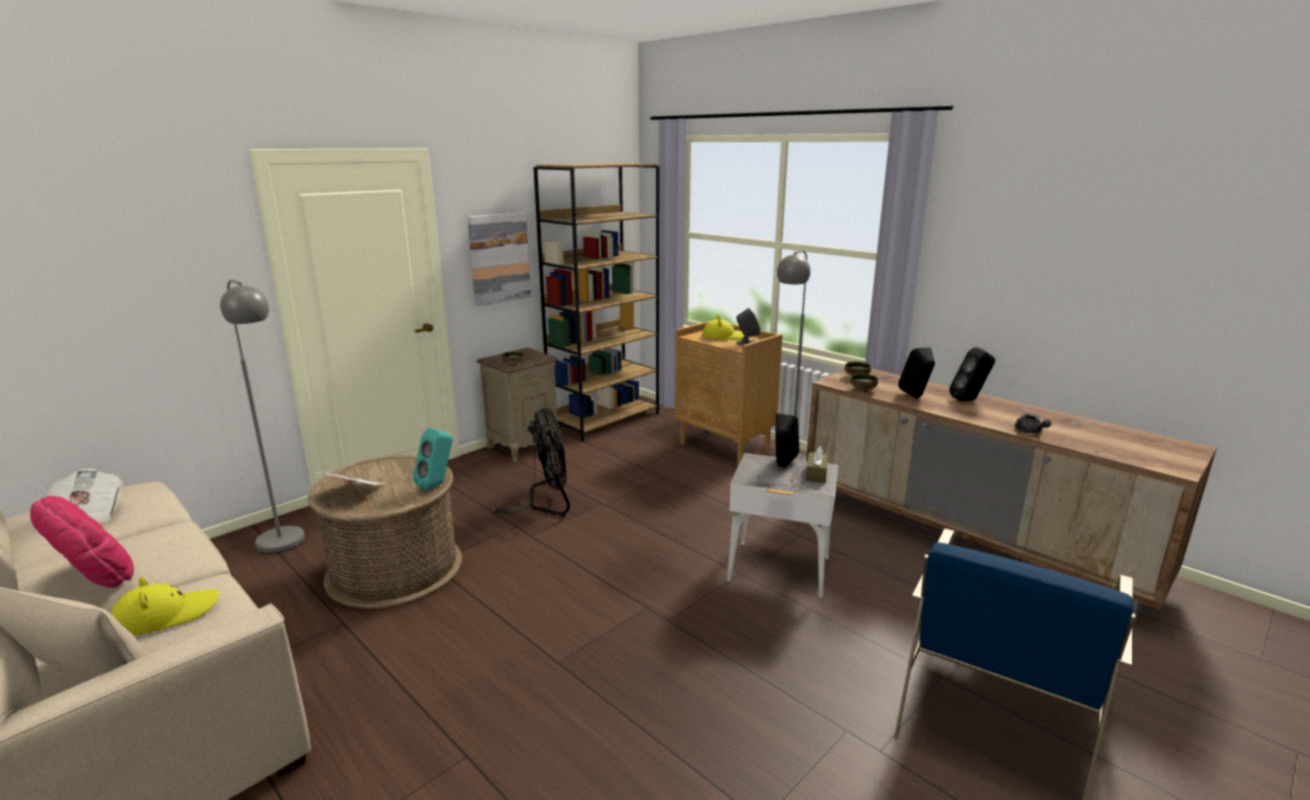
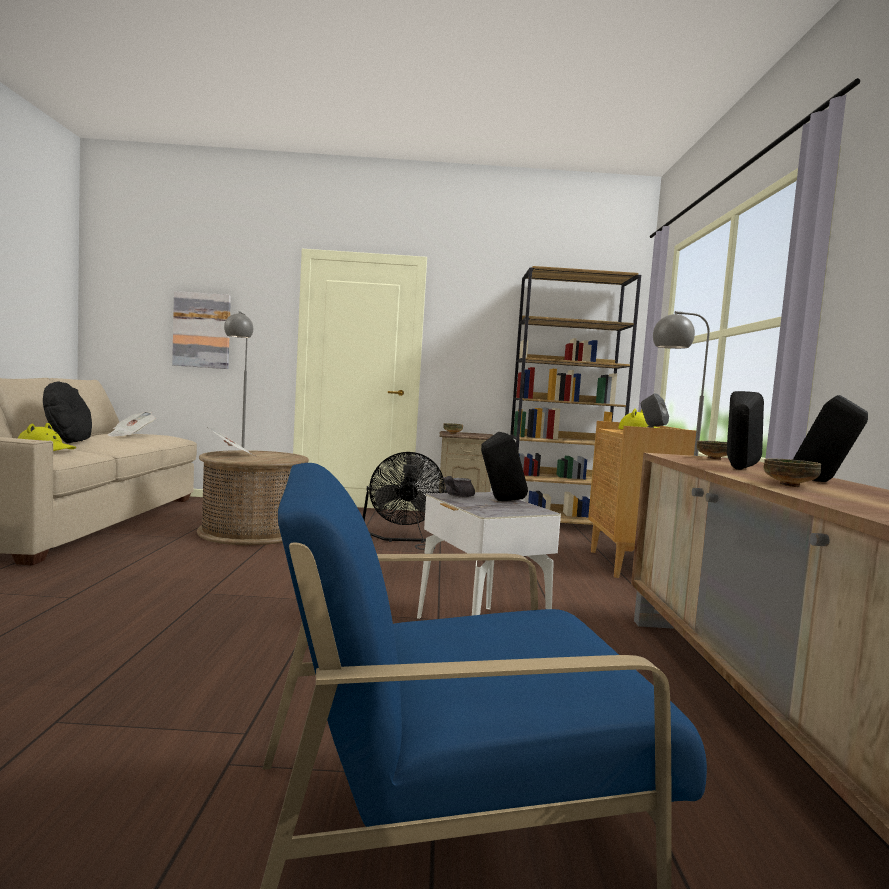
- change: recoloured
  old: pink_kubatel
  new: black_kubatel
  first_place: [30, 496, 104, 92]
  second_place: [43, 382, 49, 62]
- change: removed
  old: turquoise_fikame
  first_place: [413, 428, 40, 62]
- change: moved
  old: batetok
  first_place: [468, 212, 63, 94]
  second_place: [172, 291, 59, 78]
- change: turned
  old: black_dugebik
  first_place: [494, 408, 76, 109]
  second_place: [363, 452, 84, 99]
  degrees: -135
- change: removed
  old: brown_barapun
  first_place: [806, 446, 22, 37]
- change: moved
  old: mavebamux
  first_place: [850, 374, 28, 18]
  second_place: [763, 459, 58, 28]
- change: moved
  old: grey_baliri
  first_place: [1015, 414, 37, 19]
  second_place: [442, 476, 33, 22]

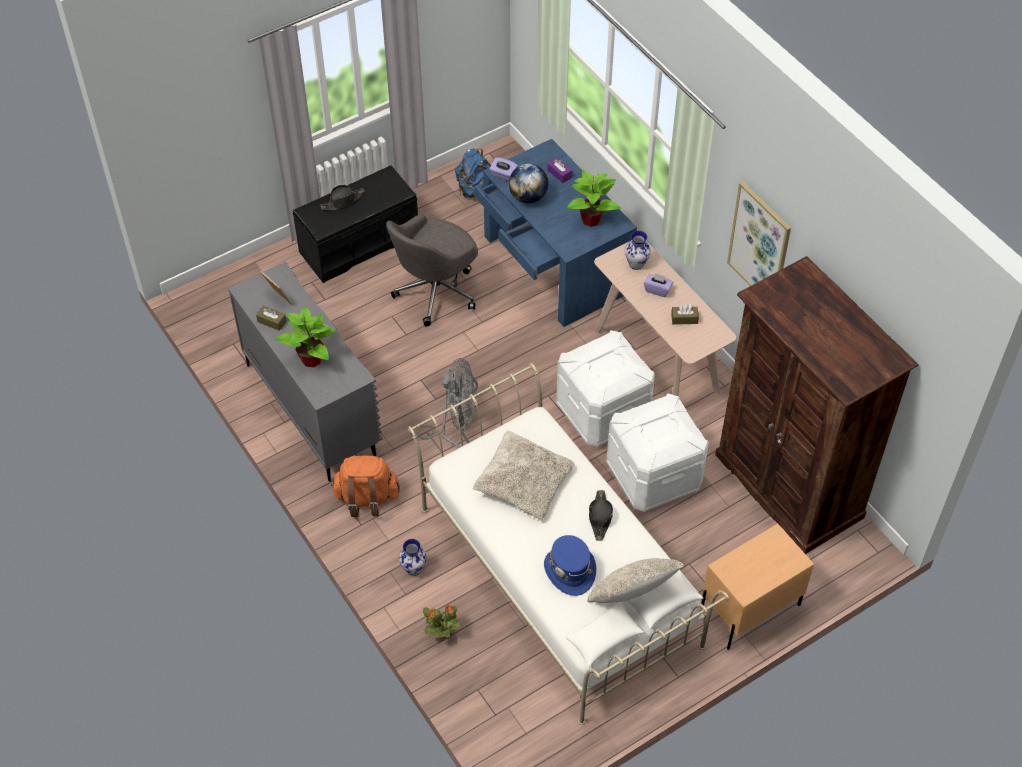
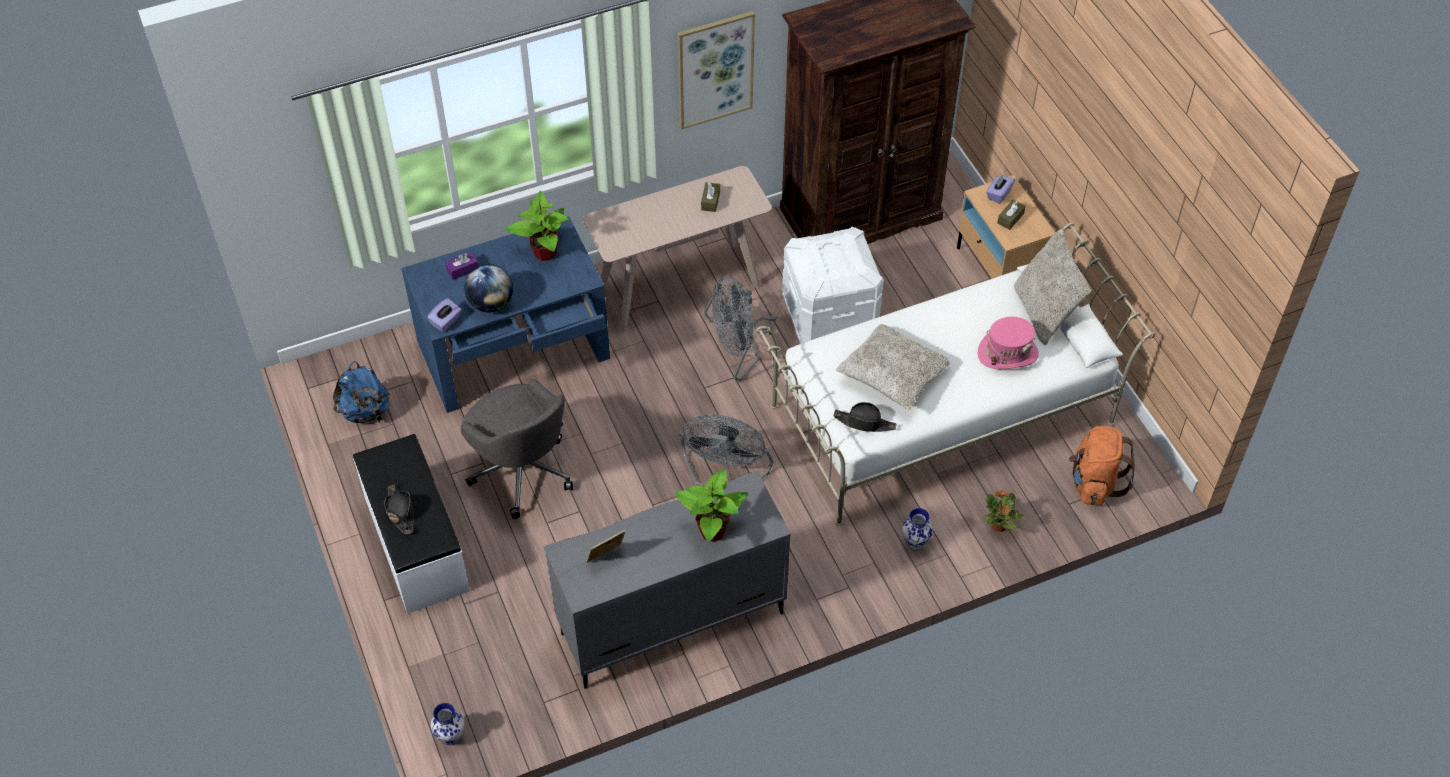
- change: moved
  old: brown_barapun
  first_place: [256, 305, 31, 26]
  second_place: [997, 199, 29, 31]
- change: recoloured
  old: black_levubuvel
  new: white_levubuvel
  first_place: [293, 165, 125, 118]
  second_place: [353, 434, 117, 180]
- change: moved
  old: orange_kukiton
  first_place: [331, 456, 69, 61]
  second_place: [1069, 426, 67, 79]
- change: recoloured
  old: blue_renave
  new: pink_renave
  first_place: [544, 535, 52, 61]
  second_place: [978, 317, 61, 52]
- change: replaced
  old: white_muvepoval
  new: grey_dugebik
  first_place: [556, 330, 99, 117]
  second_place: [704, 276, 73, 106]
- change: moved
  old: black_renave
  first_place: [589, 490, 24, 51]
  second_place: [834, 402, 62, 30]
- change: moved
  old: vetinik
  first_place: [625, 231, 26, 39]
  second_place: [430, 703, 34, 42]
- change: moved
  old: purple_barapun
  first_place: [644, 273, 29, 24]
  second_place: [986, 175, 29, 29]

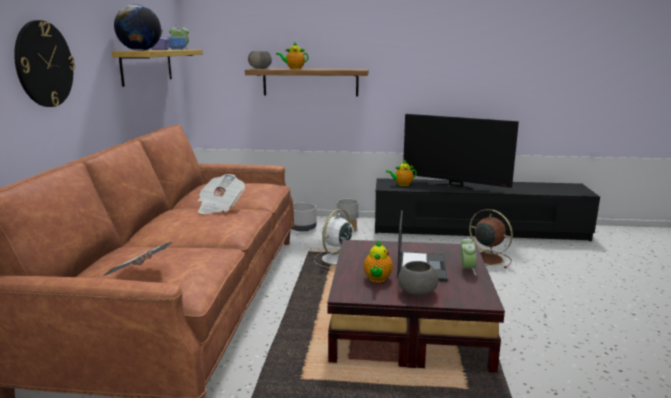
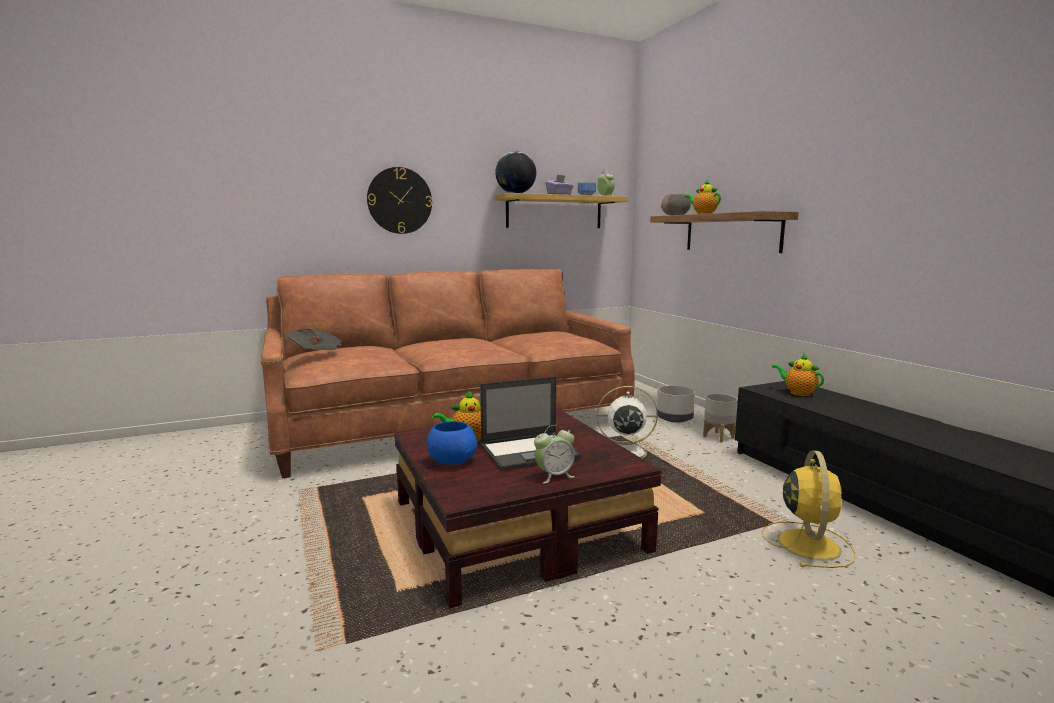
- change: removed
  old: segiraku
  first_place: [198, 174, 47, 40]
- change: recoloured
  old: grey_mavebamux
  new: blue_mavebamux
  first_place: [398, 261, 41, 35]
  second_place: [426, 421, 51, 43]
- change: removed
  old: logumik
  first_place: [403, 114, 116, 75]
- change: recoloured
  old: brown_dugebik
  new: yellow_dugebik
  first_place: [469, 209, 44, 59]
  second_place: [762, 451, 94, 117]

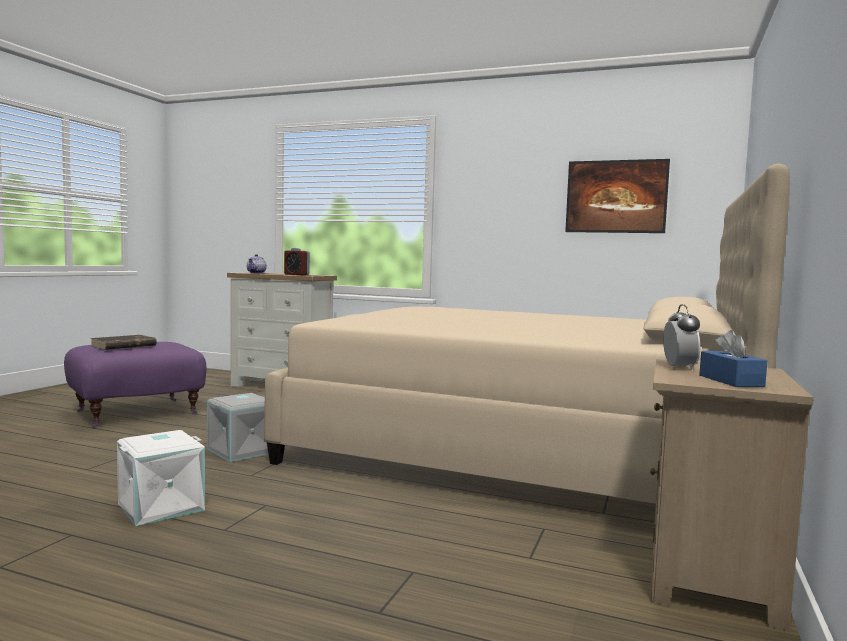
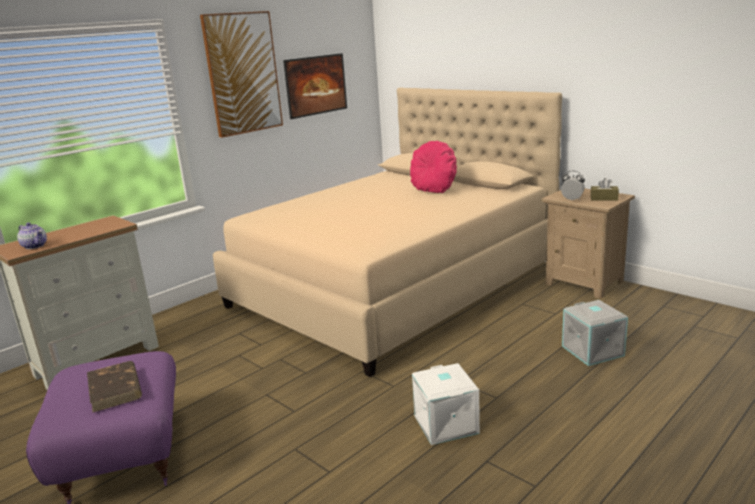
- change: moved
  old: grey_muvepoval
  first_place: [207, 393, 61, 69]
  second_place: [562, 300, 66, 66]
- change: removed
  old: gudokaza
  first_place: [284, 248, 26, 27]
- change: recoloured
  old: blue_barapun
  new: brown_barapun
  first_place: [699, 330, 68, 57]
  second_place: [591, 178, 28, 23]
- change: added
  new: batetok
  second_place: [200, 11, 83, 127]
- change: added
  new: pink_kubatel
  second_place: [410, 141, 47, 52]

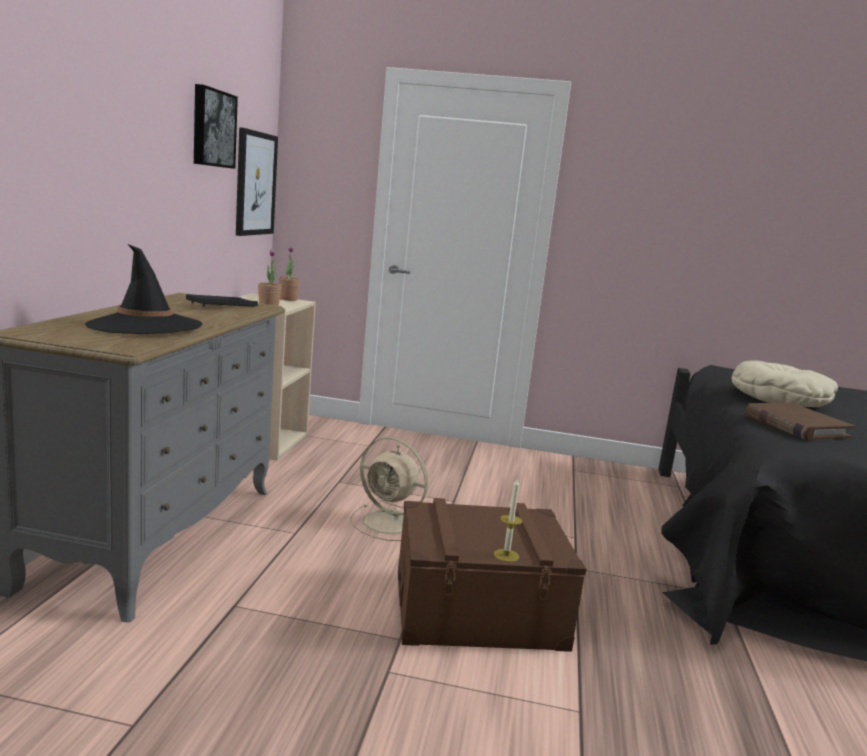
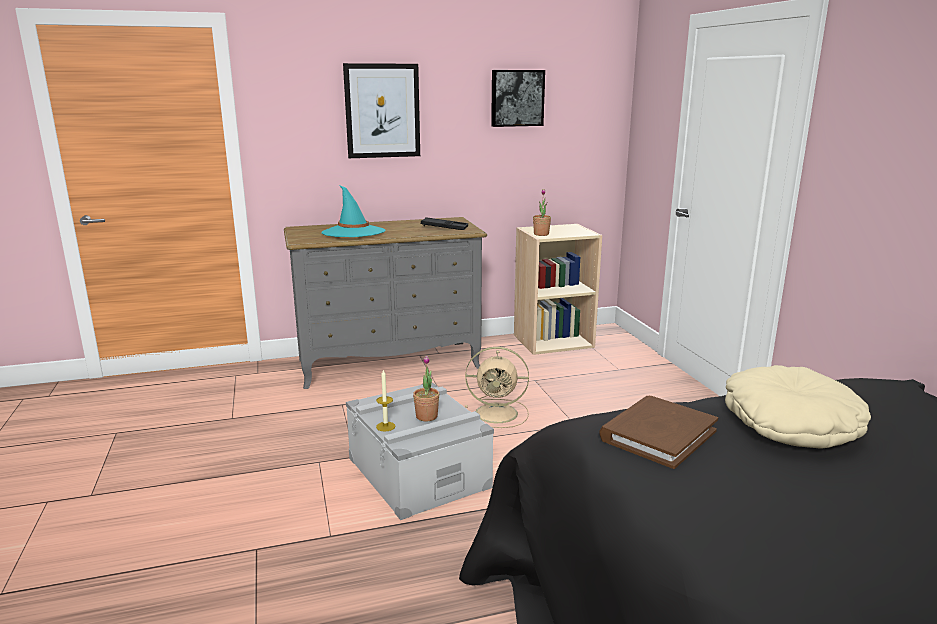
- change: recoloured
  old: black_renave
  new: turquoise_renave
  first_place: [85, 244, 118, 90]
  second_place: [321, 185, 64, 52]
- change: moved
  old: batetok
  first_place: [236, 127, 42, 109]
  second_place: [343, 63, 77, 95]
- change: moved
  old: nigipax
  first_place: [279, 246, 21, 55]
  second_place: [413, 356, 26, 65]
- change: turned
  old: beige_dugebik
  first_place: [350, 437, 78, 104]
  second_place: [465, 347, 64, 81]
  degrees: -90
- change: recoloured
  old: brown_muvepoval
  new: grey_muvepoval
  first_place: [398, 498, 188, 154]
  second_place: [346, 382, 148, 138]

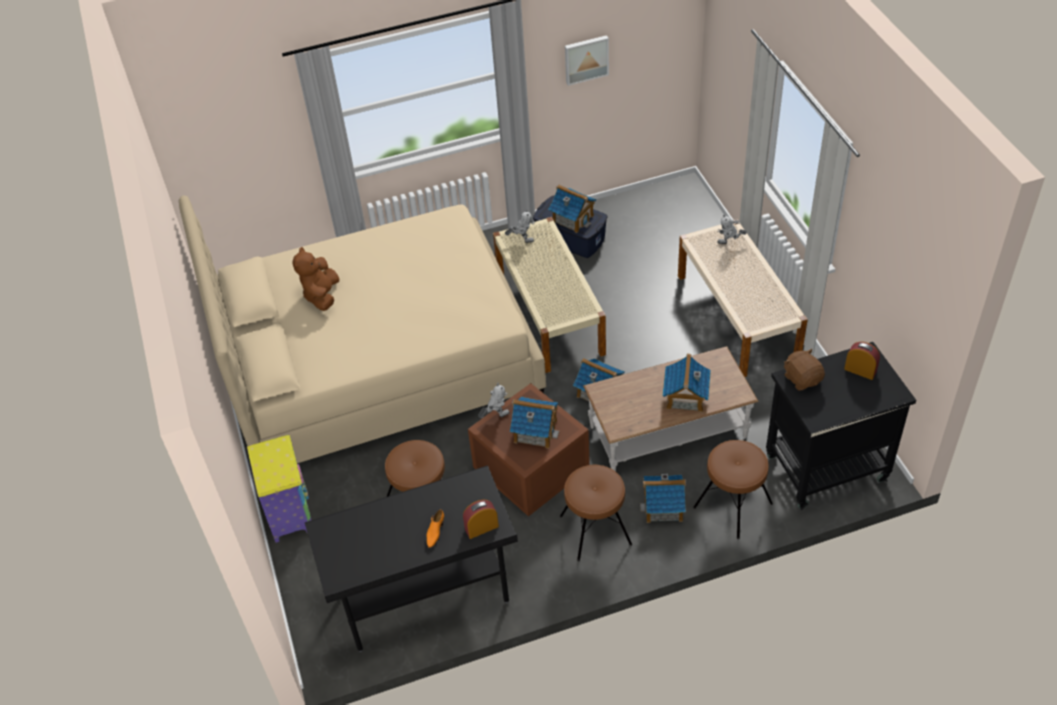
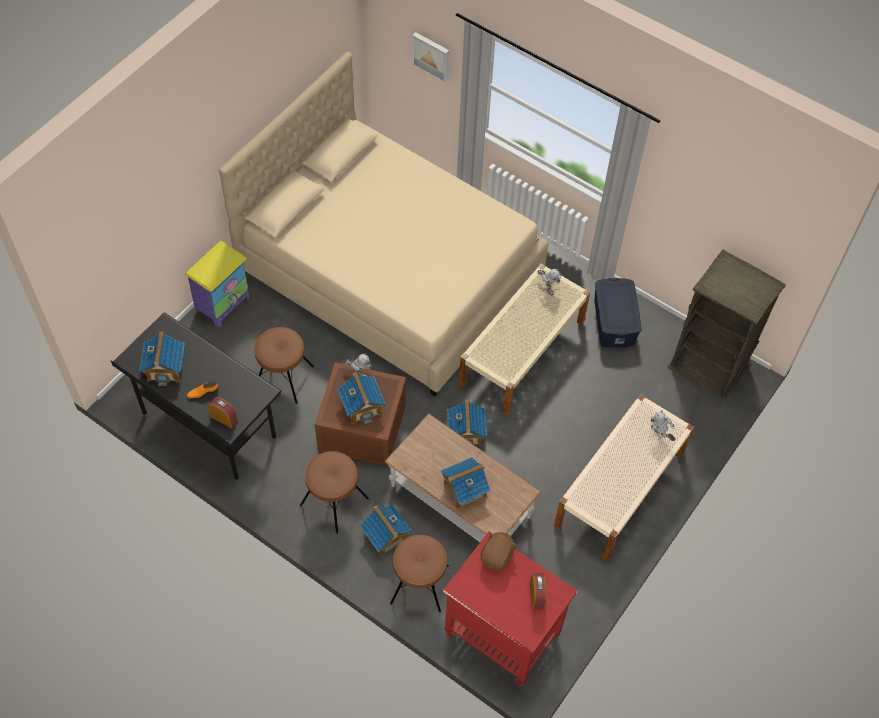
- change: removed
  old: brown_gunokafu
  first_place: [292, 247, 48, 64]
- change: moved
  old: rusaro
  first_place: [548, 184, 48, 49]
  second_place: [139, 331, 46, 55]
- change: moved
  old: batetok
  first_place: [565, 35, 44, 51]
  second_place: [412, 32, 37, 51]
- change: recoloured
  old: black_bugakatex
  new: red_bugakatex
  first_place: [766, 342, 150, 168]
  second_place: [443, 532, 134, 156]
- change: added
  new: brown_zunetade
  second_place: [668, 249, 118, 151]

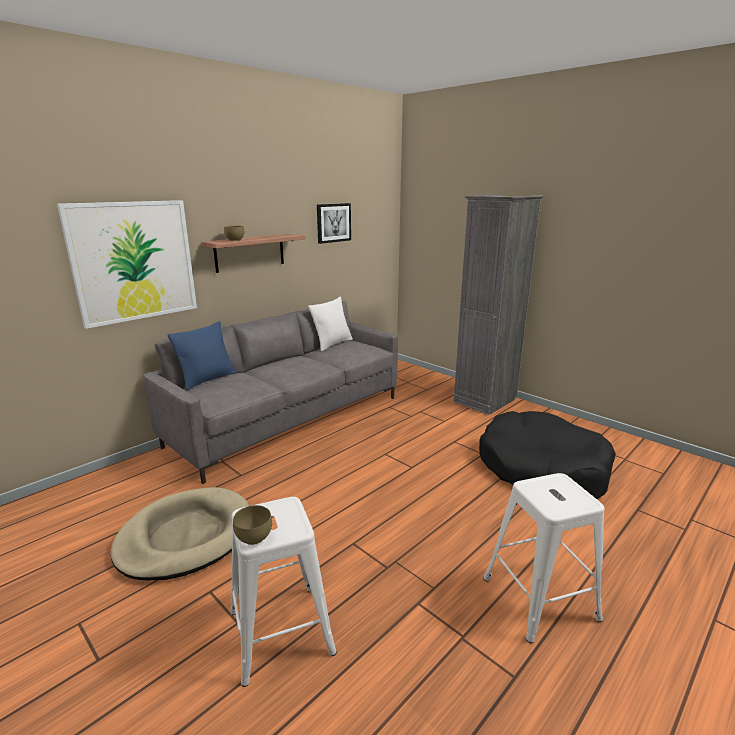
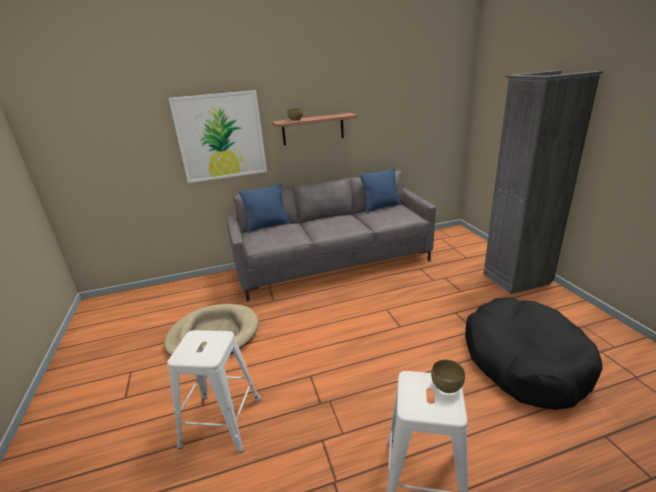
- change: moved
  old: brown_mavebamux
  first_place: [233, 505, 39, 40]
  second_place: [431, 360, 34, 33]
- change: recoloured
  old: white_kubatel
  new: blue_kubatel
  first_place: [308, 297, 45, 54]
  second_place: [360, 167, 41, 46]
- change: removed
  old: batetok
  first_place: [317, 203, 34, 41]

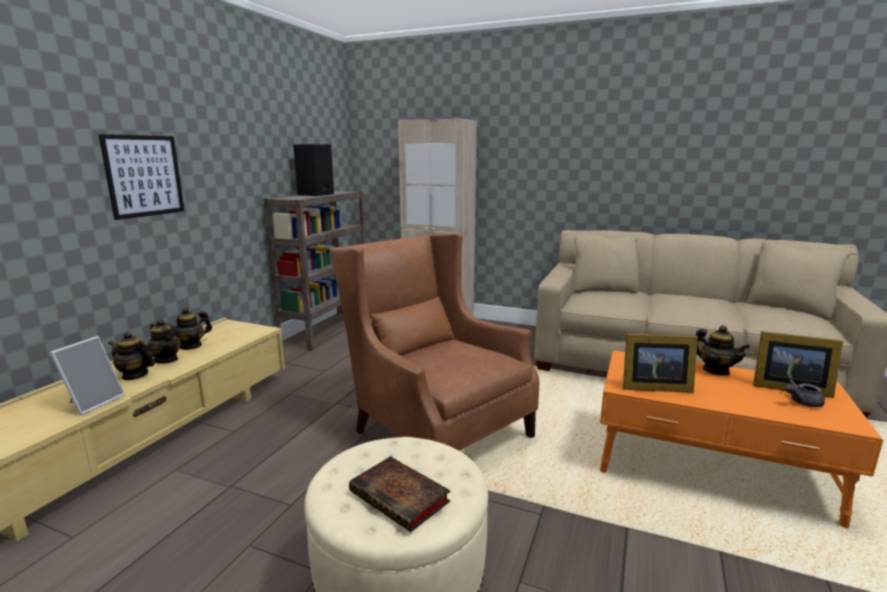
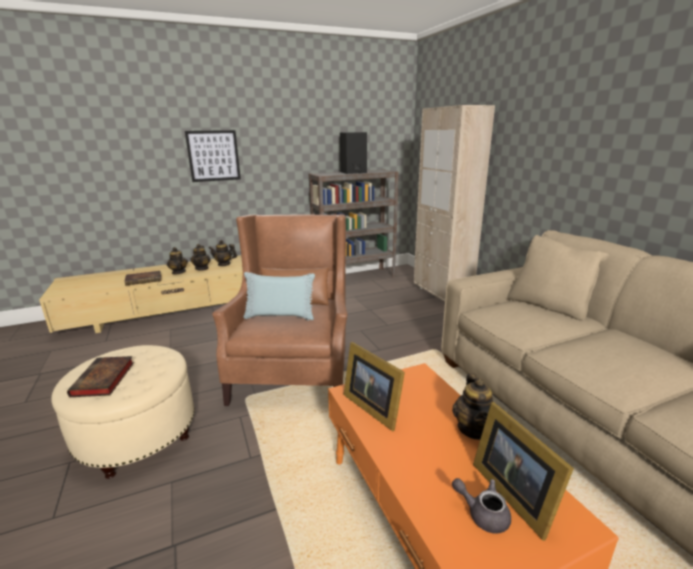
- change: replaced
  old: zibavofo
  new: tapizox
  first_place: [50, 336, 75, 79]
  second_place: [125, 271, 36, 15]
- change: added
  new: blue_kubatel
  second_place: [244, 272, 71, 49]

